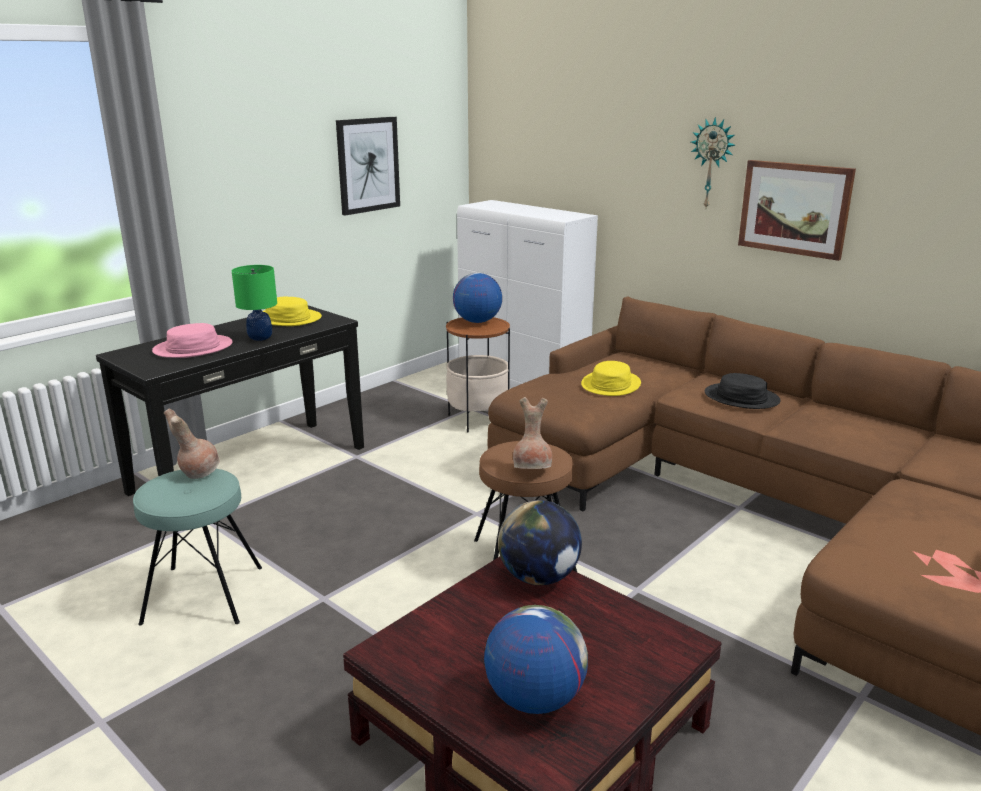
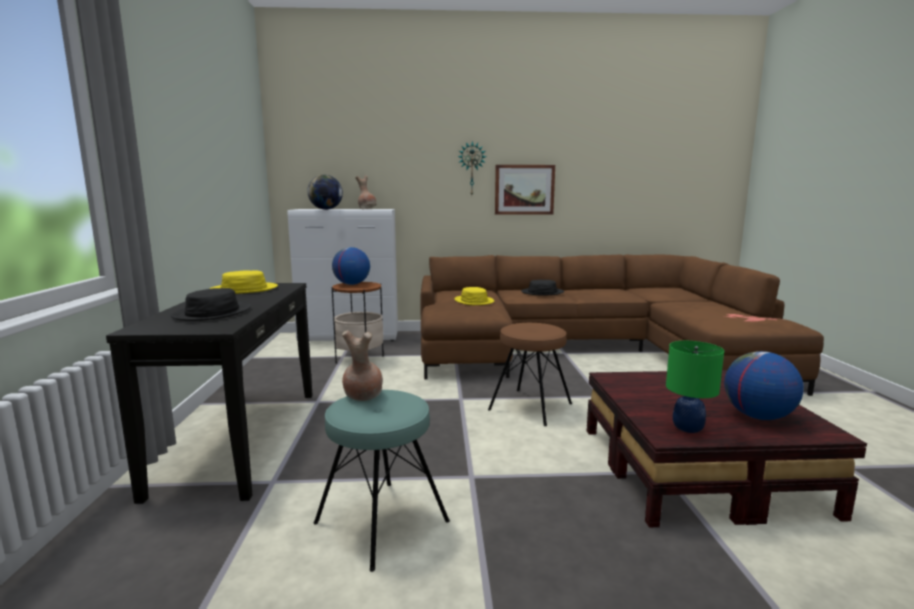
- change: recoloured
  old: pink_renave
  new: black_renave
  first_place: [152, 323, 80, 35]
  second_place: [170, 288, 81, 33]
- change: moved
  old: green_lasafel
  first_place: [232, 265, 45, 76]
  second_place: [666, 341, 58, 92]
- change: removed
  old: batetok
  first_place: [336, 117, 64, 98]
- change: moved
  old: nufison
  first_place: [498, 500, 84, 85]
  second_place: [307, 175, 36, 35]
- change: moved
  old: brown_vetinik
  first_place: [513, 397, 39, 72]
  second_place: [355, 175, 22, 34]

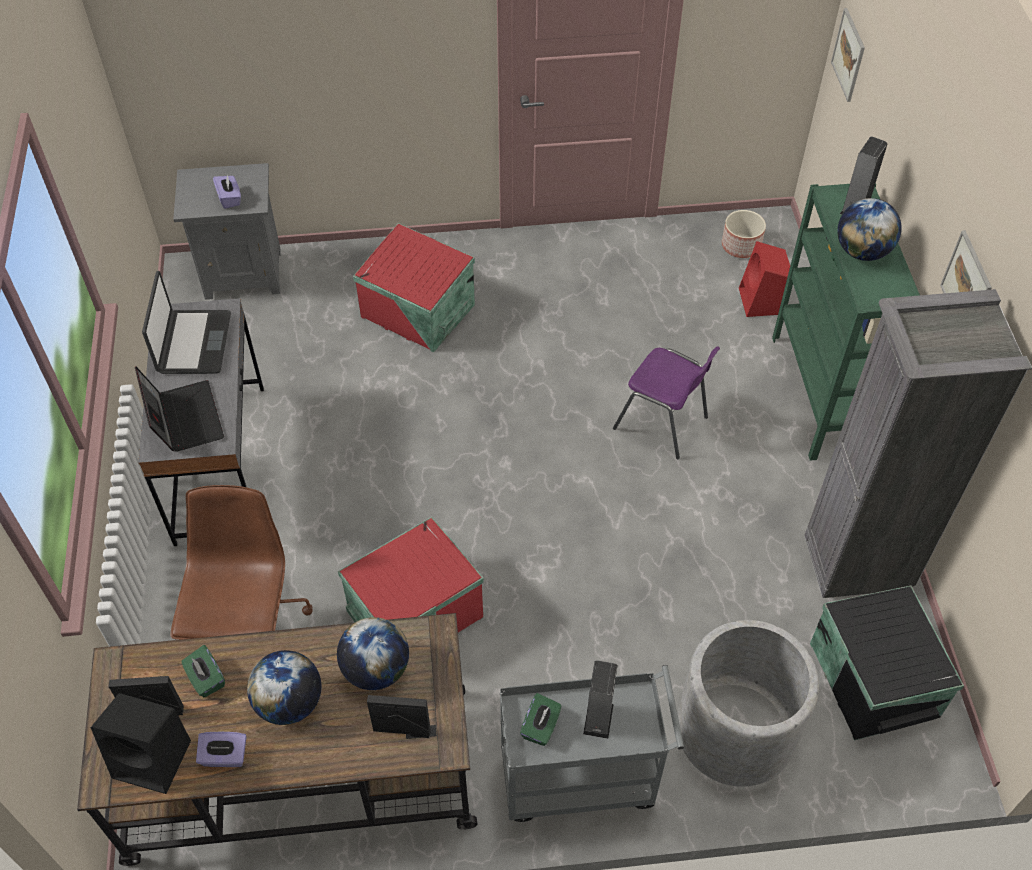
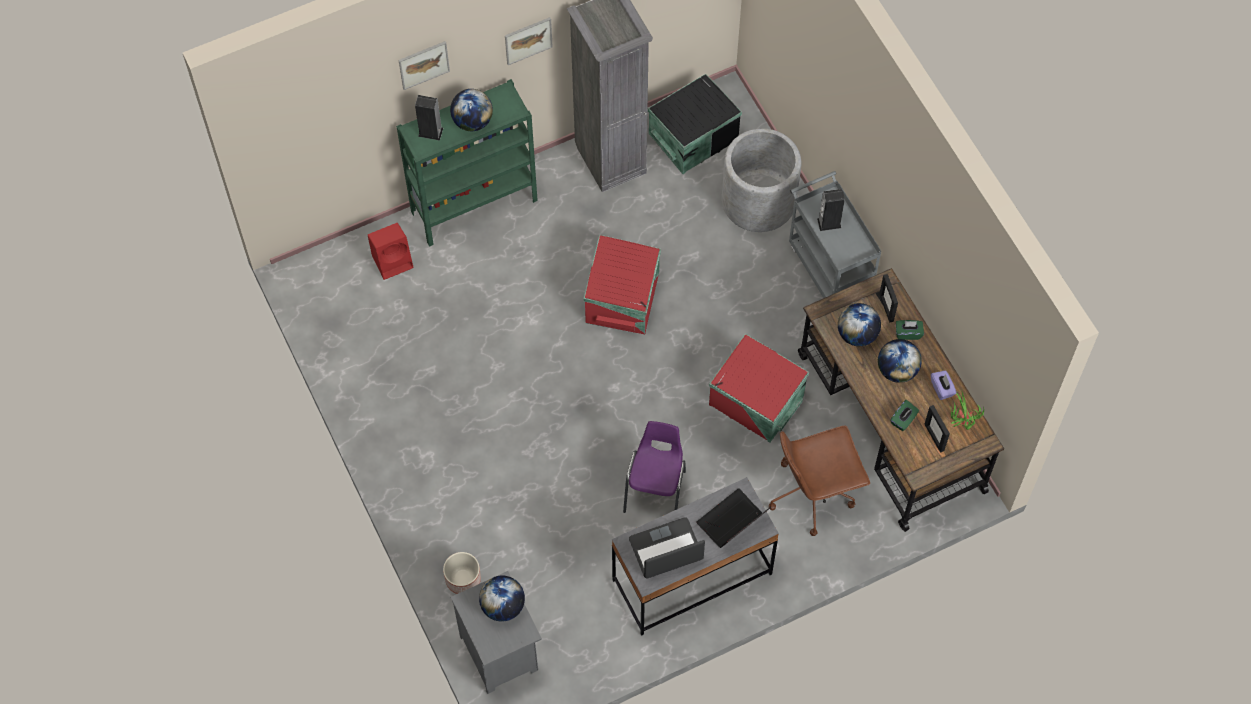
- change: replaced
  old: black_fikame
  new: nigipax
  first_place: [90, 693, 101, 101]
  second_place: [948, 390, 36, 40]
- change: replaced
  old: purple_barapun
  new: nufison
  first_place: [213, 173, 28, 36]
  second_place: [479, 576, 46, 45]
- change: moved
  old: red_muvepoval
  first_place: [353, 223, 122, 130]
  second_place: [584, 235, 77, 99]
- change: moved
  old: green_barapun
  first_place: [520, 693, 42, 53]
  second_place: [896, 320, 28, 20]
- change: moved
  old: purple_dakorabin
  first_place: [613, 346, 107, 113]
  second_place: [623, 421, 63, 92]
- change: moved
  old: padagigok
  first_place: [722, 210, 44, 48]
  second_place: [443, 552, 38, 42]
- change: moved
  old: batetok
  first_place: [831, 8, 34, 94]
  second_place: [398, 41, 52, 49]

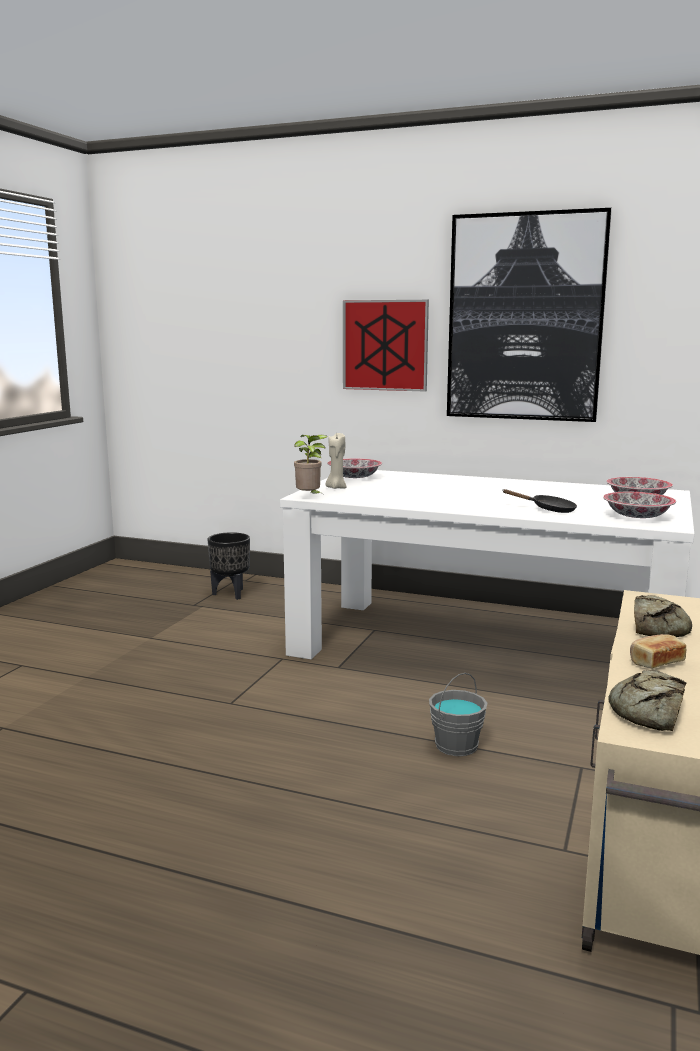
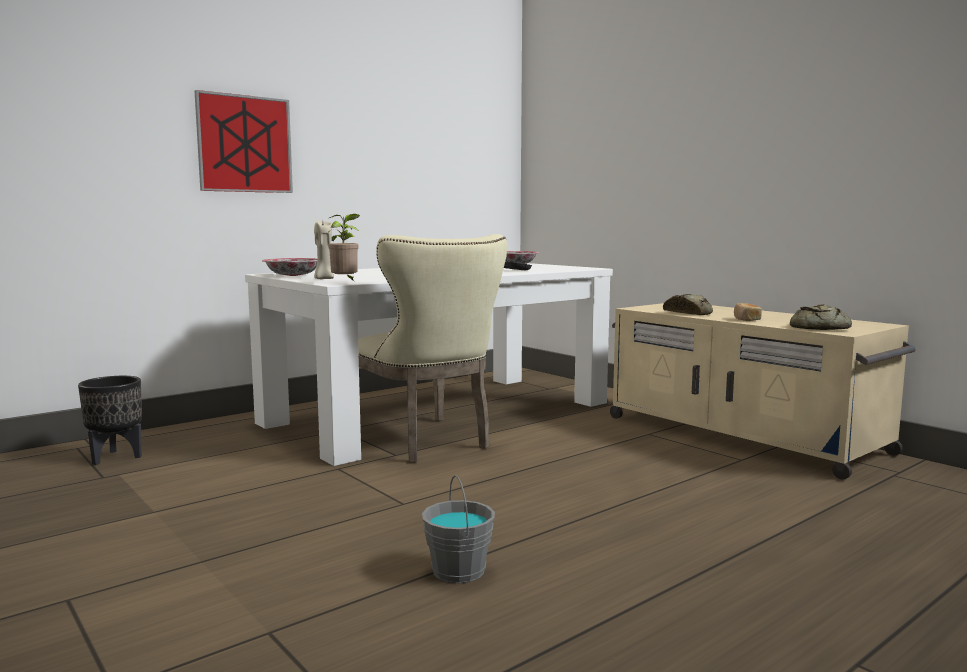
- change: moved
  old: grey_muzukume
  first_place: [429, 673, 59, 83]
  second_place: [422, 475, 73, 108]
- change: removed
  old: batetok
  first_place: [447, 208, 165, 214]
- change: removed
  old: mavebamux
  first_place: [603, 492, 73, 26]
- change: added
  new: beige_dakorabin
  second_place: [358, 234, 149, 229]

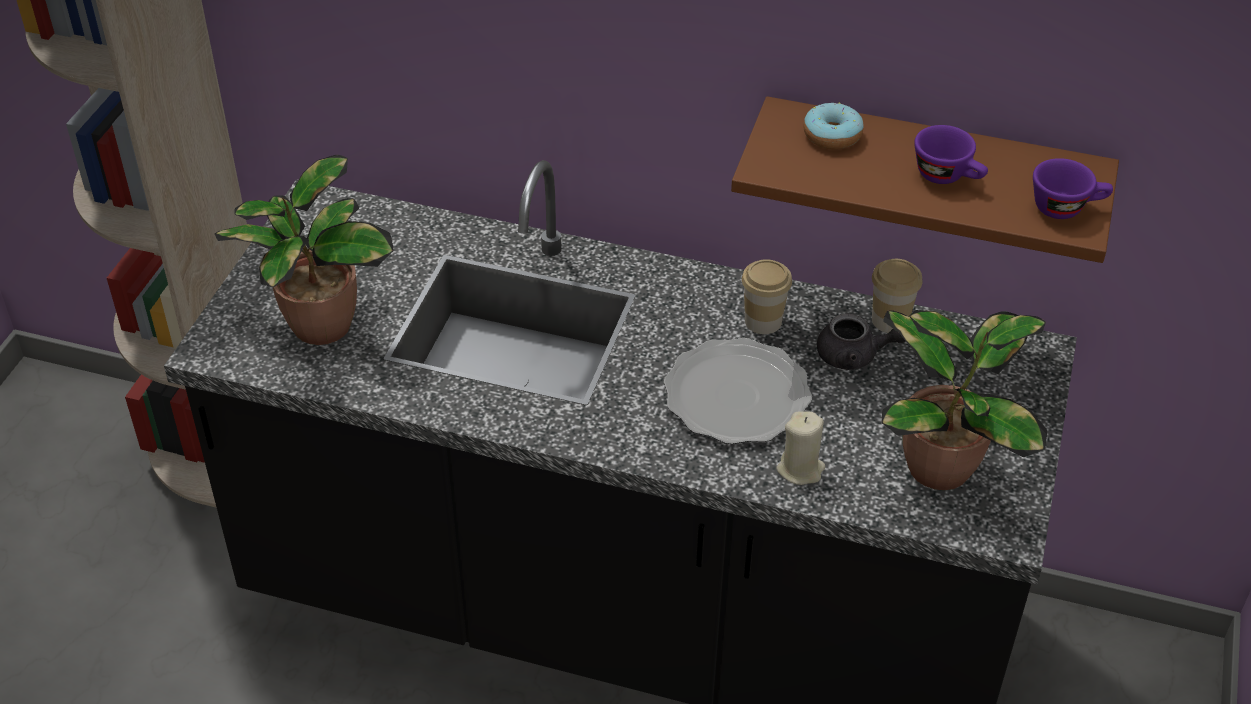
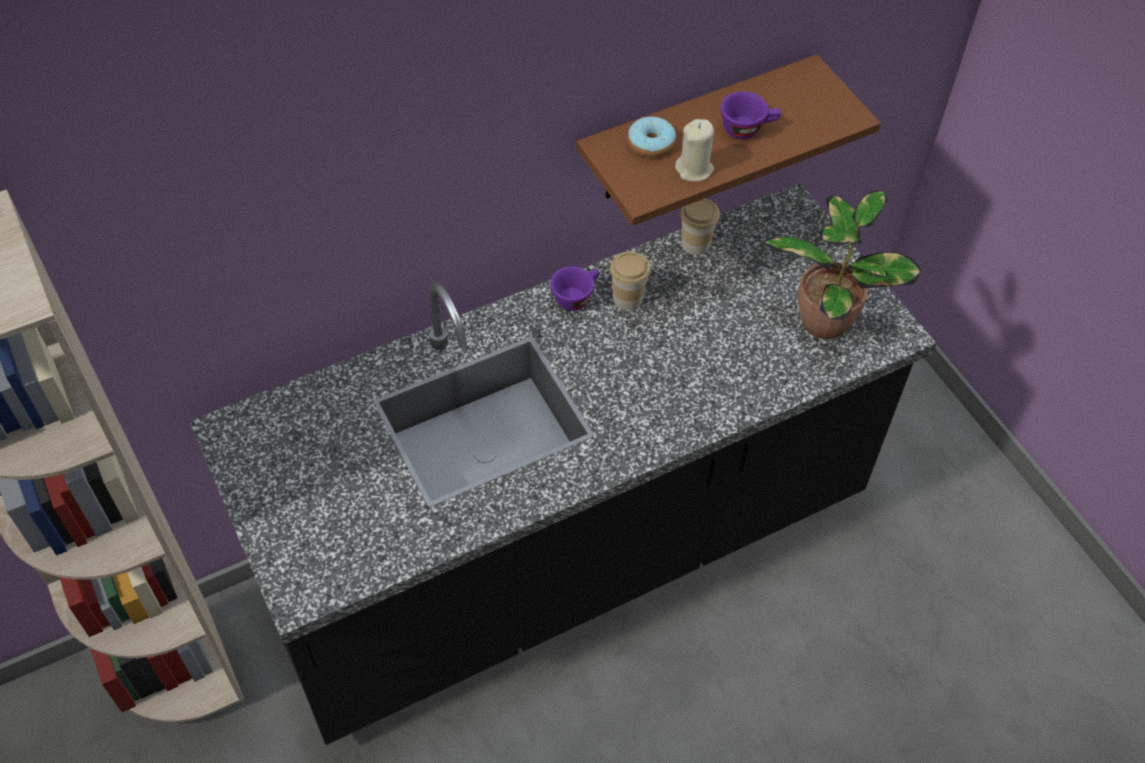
- change: removed
  old: nigipax
  first_place: [215, 155, 179, 190]
- change: removed
  old: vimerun
  first_place: [664, 338, 148, 106]
- change: moved
  old: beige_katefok
  first_place: [776, 411, 49, 74]
  second_place: [675, 119, 39, 63]
- change: removed
  old: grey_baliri
  first_place: [817, 314, 89, 56]
- change: moved
  old: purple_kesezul
  first_place: [1033, 158, 80, 61]
  second_place: [550, 266, 50, 45]

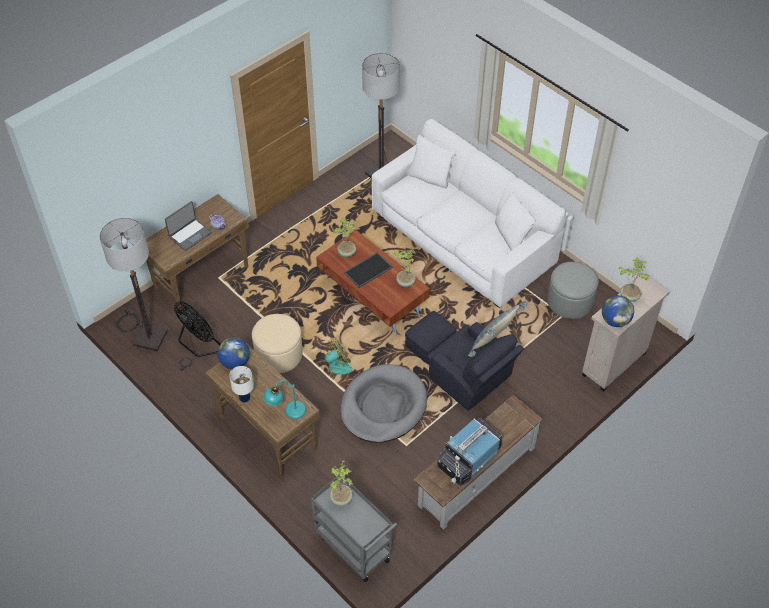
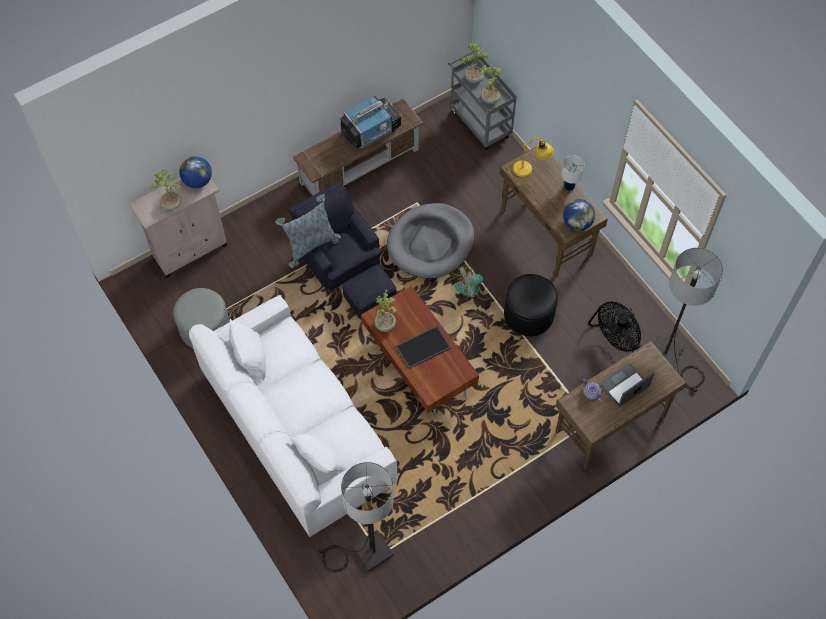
- change: recoloured
  old: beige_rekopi
  new: black_rekopi
  first_place: [252, 314, 51, 59]
  second_place: [504, 274, 54, 62]
- change: recoloured
  old: turquoise_lasafel
  new: yellow_lasafel
  first_place: [263, 380, 43, 39]
  second_place: [513, 138, 41, 39]
- change: moved
  old: nigipax
  first_place: [334, 217, 24, 40]
  second_place: [460, 43, 28, 41]

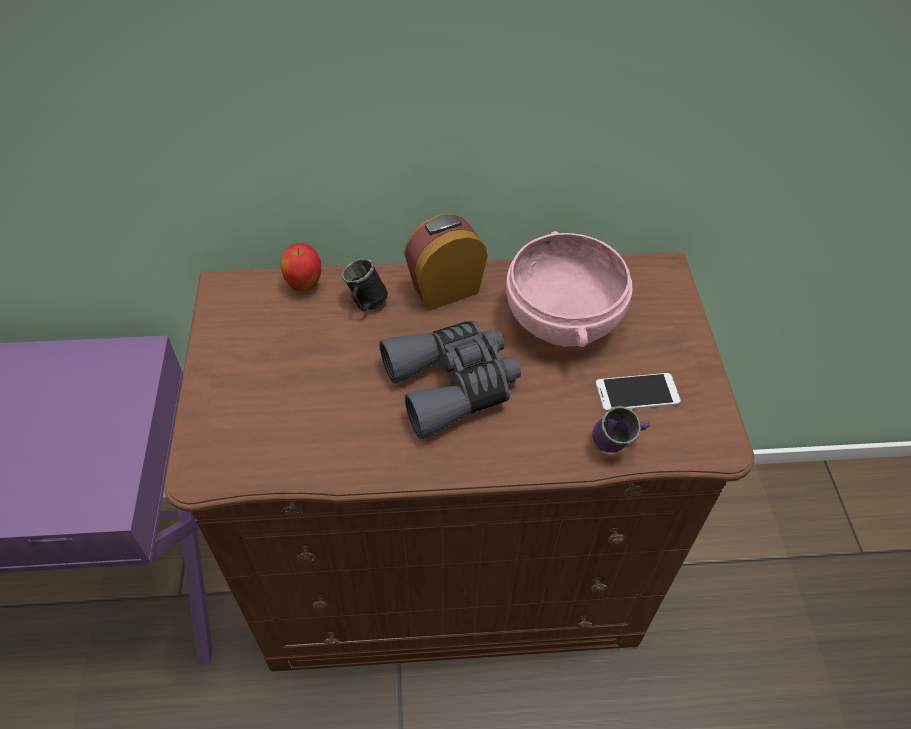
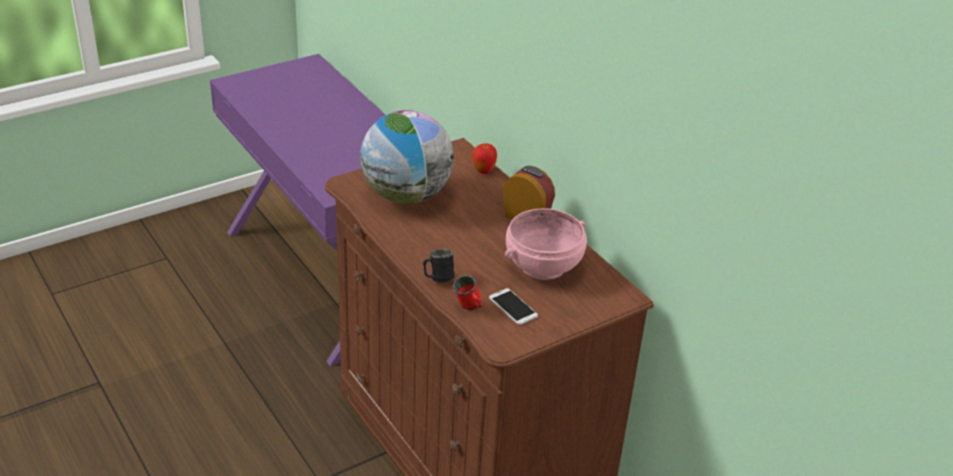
- change: moved
  old: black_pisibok
  first_place: [342, 258, 46, 53]
  second_place: [423, 249, 32, 33]
- change: removed
  old: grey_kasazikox
  first_place: [379, 321, 142, 118]
- change: recoloured
  old: purple_pisibok
  new: red_pisibok
  first_place: [592, 406, 58, 47]
  second_place: [453, 275, 29, 35]
- change: added
  new: nufison
  second_place: [360, 110, 94, 94]

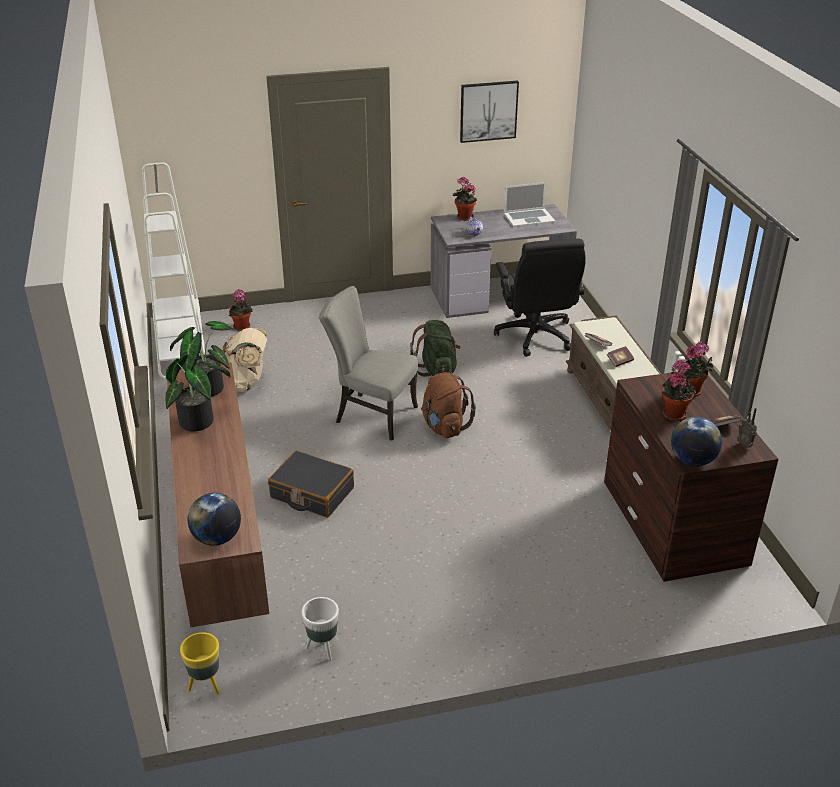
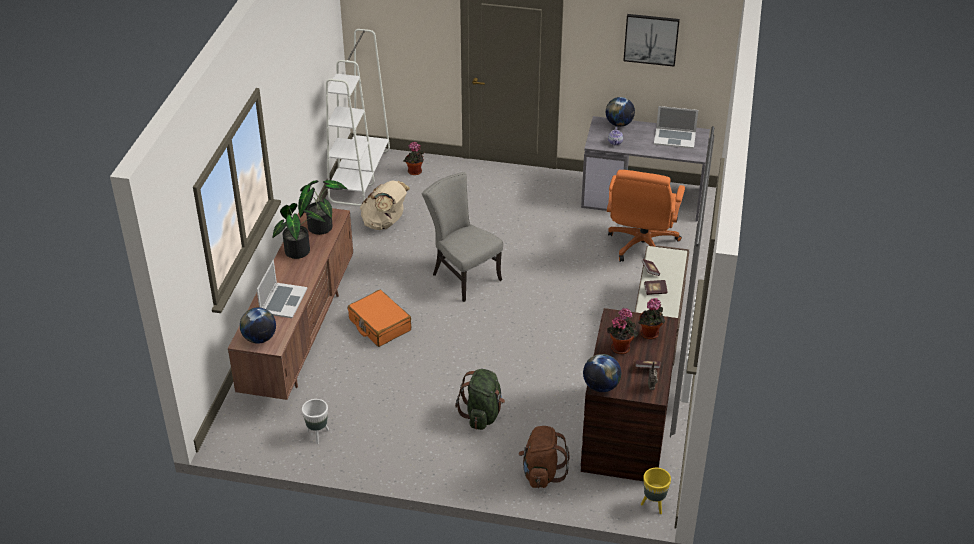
- change: moved
  old: yellow_padagigok
  first_place: [180, 632, 39, 63]
  second_place: [641, 468, 30, 46]
- change: recoloured
  old: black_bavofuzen
  new: orange_bavofuzen
  first_place: [268, 451, 86, 67]
  second_place: [348, 290, 63, 57]
- change: moved
  old: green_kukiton
  first_place: [410, 320, 50, 57]
  second_place: [455, 369, 50, 61]
- change: moved
  old: brown_kukiton
  first_place: [421, 372, 55, 66]
  second_place: [519, 426, 50, 62]
- change: replaced
  old: nigipax
  new: nufison
  first_place: [453, 177, 24, 44]
  second_place: [606, 97, 29, 30]
- change: recoloured
  old: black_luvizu
  new: orange_luvizu
  first_place: [494, 238, 92, 119]
  second_place: [607, 170, 78, 92]
- change: added
  new: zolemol
  second_place: [257, 260, 50, 58]

